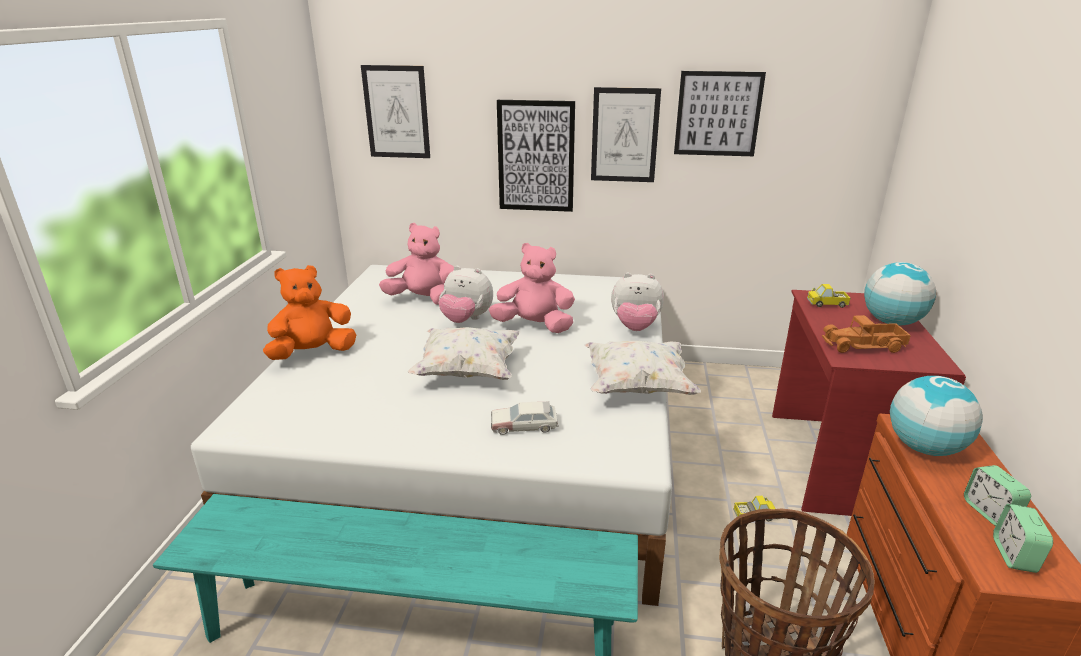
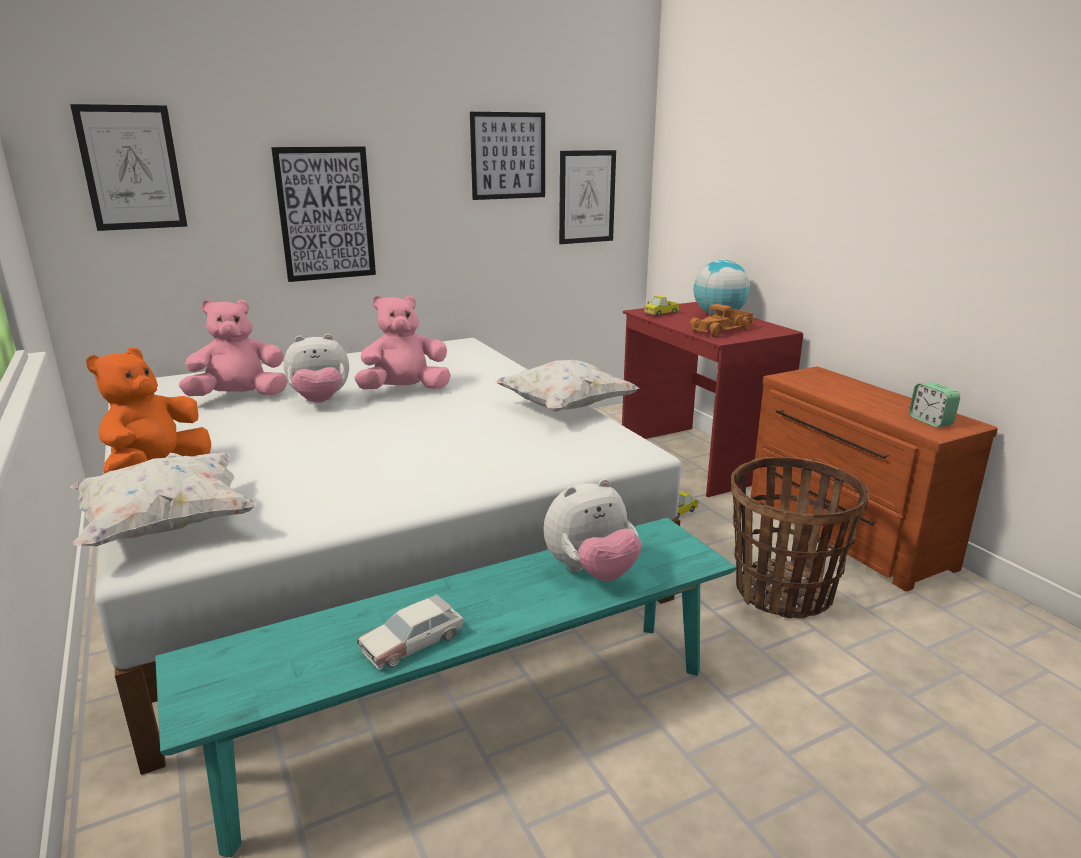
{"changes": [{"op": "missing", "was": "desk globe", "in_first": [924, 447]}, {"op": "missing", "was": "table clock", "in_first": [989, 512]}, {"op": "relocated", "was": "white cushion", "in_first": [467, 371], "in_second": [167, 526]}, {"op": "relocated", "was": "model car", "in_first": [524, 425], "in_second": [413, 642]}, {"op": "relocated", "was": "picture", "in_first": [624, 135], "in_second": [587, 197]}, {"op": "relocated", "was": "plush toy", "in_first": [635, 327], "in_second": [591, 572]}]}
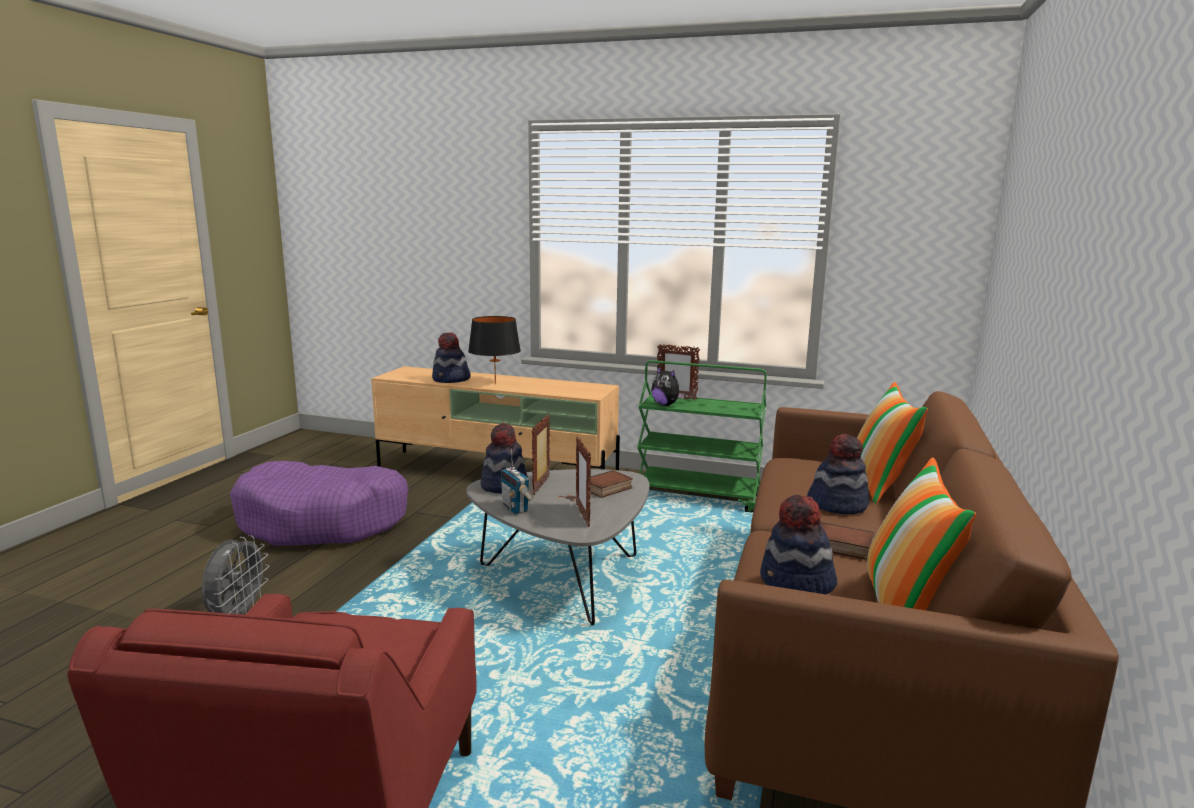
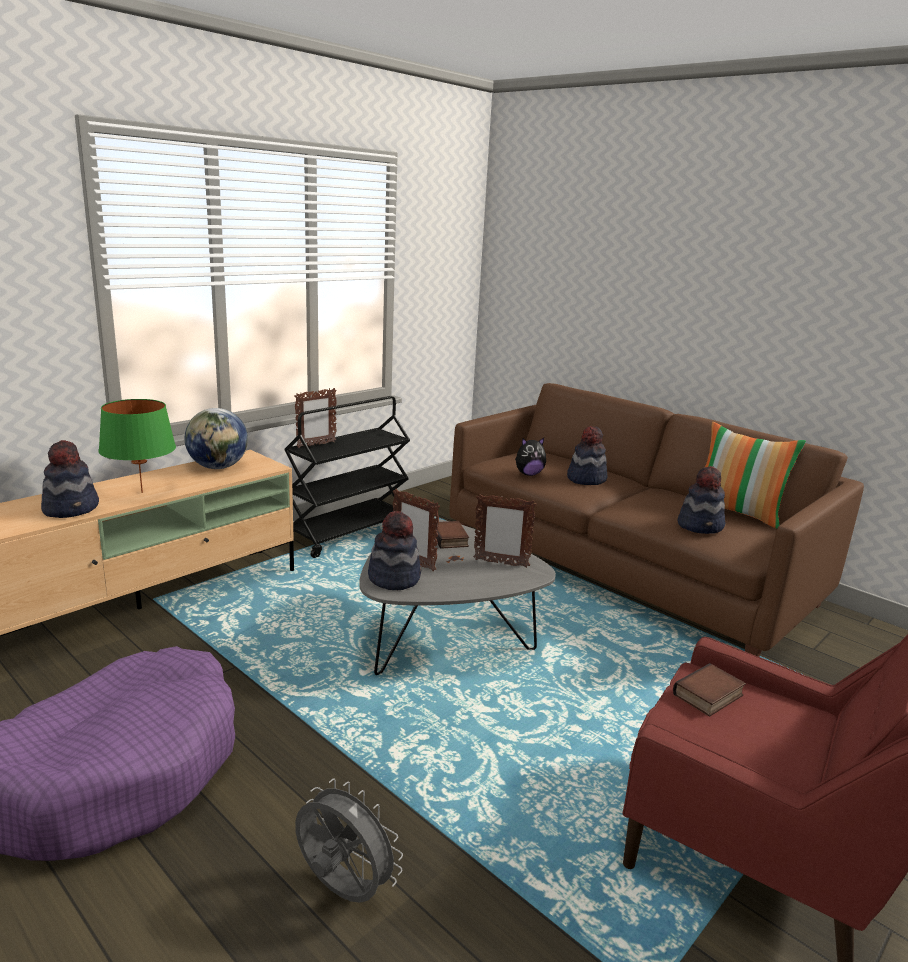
{"changes": [{"op": "missing", "was": "radio", "in_first": [515, 508]}, {"op": "missing", "was": "cushion", "in_first": [879, 485]}, {"op": "appeared", "now": "desk globe", "in_second": [218, 467]}, {"op": "relocated", "was": "plush toy", "in_first": [666, 405], "in_second": [528, 474]}, {"op": "relocated", "was": "book", "in_first": [842, 547], "in_second": [709, 696]}, {"op": "colour", "was": "blackish lamp for a table", "now": "greenish lamp for a table", "in_first": [495, 384], "in_second": [142, 492]}, {"op": "colour", "was": "greenish cart", "now": "blackish cart", "in_first": [698, 496], "in_second": [348, 533]}]}
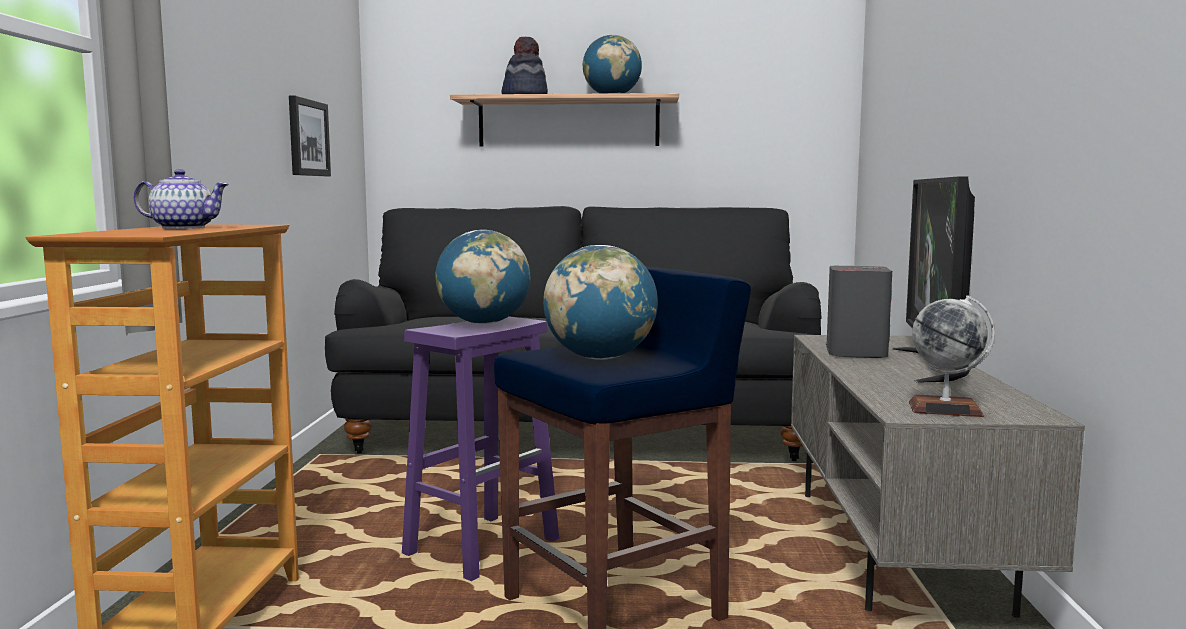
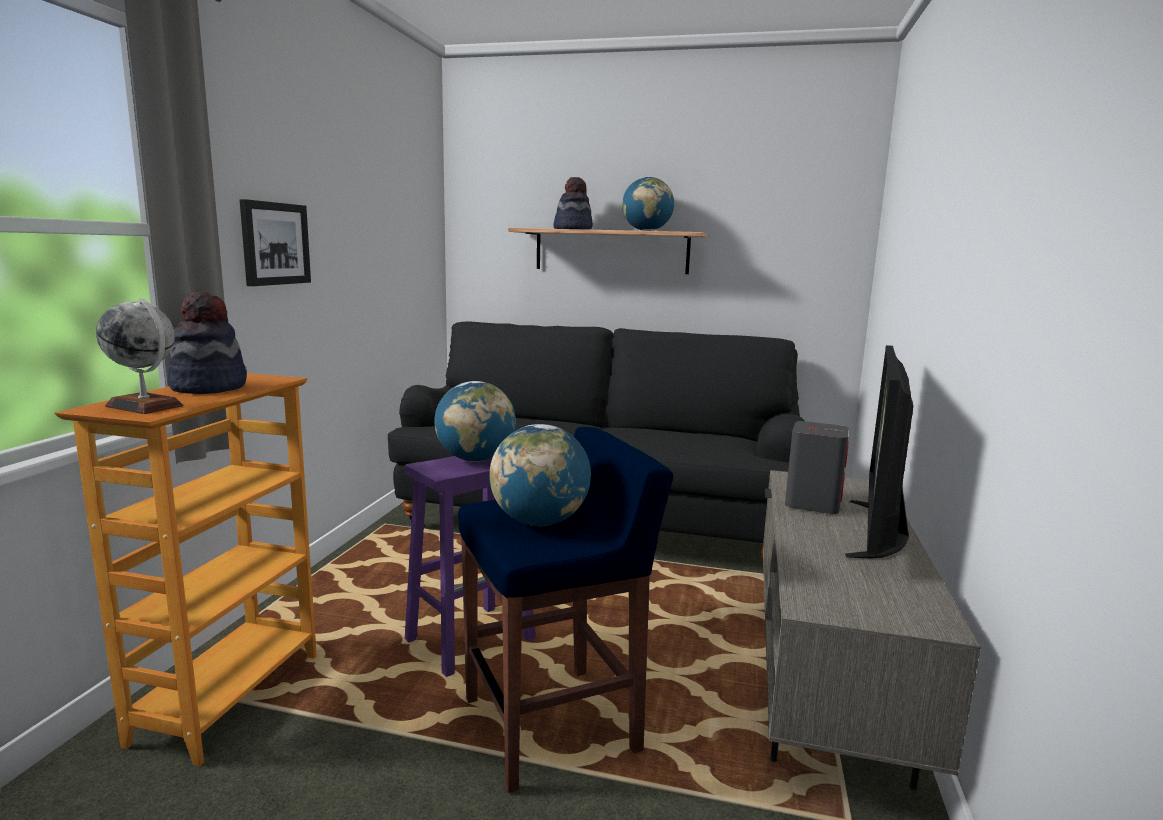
{"changes": [{"op": "relocated", "was": "picture", "in_first": [307, 138], "in_second": [274, 243]}, {"op": "relocated", "was": "desk globe", "in_first": [945, 409], "in_second": [145, 406]}, {"op": "exchanged", "was": "pot for tea", "now": "clothing hat", "in_first": [183, 227], "in_second": [209, 387]}]}
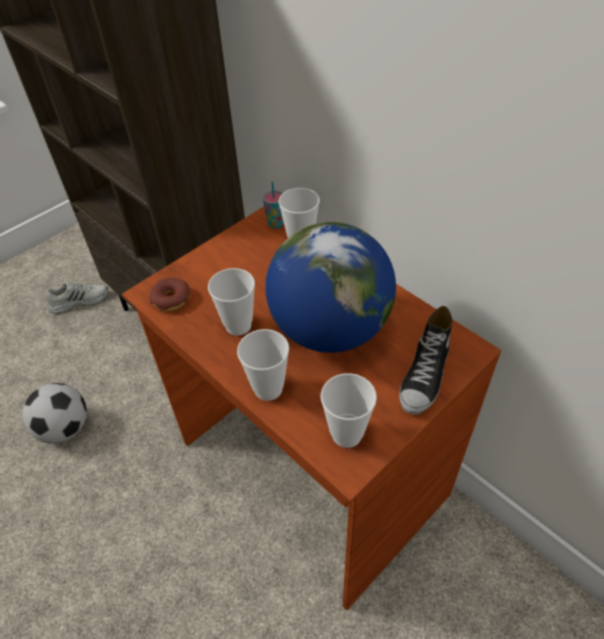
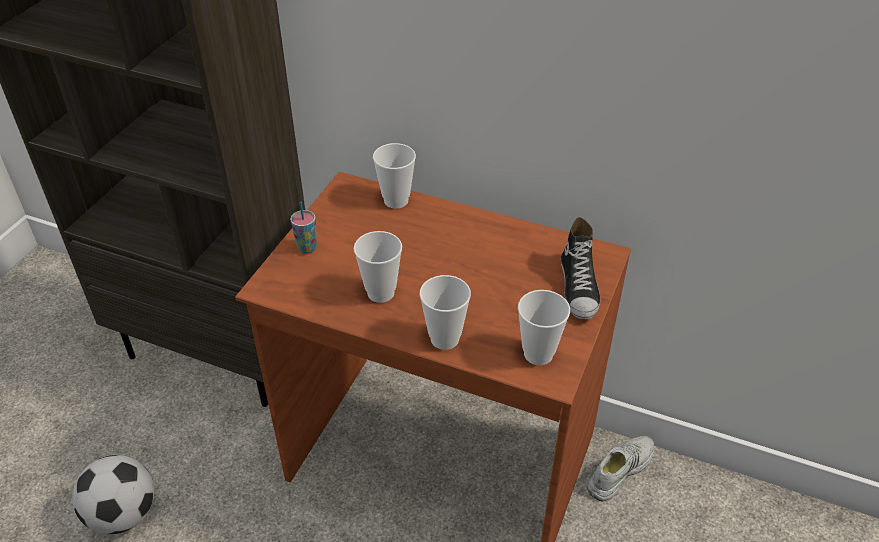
{"changes": [{"op": "missing", "was": "donut", "in_first": [171, 299]}, {"op": "missing", "was": "desk globe", "in_first": [330, 329]}, {"op": "relocated", "was": "white low shoe", "in_first": [80, 301], "in_second": [619, 470]}, {"op": "relocated", "was": "cup", "in_first": [275, 224], "in_second": [307, 248]}]}
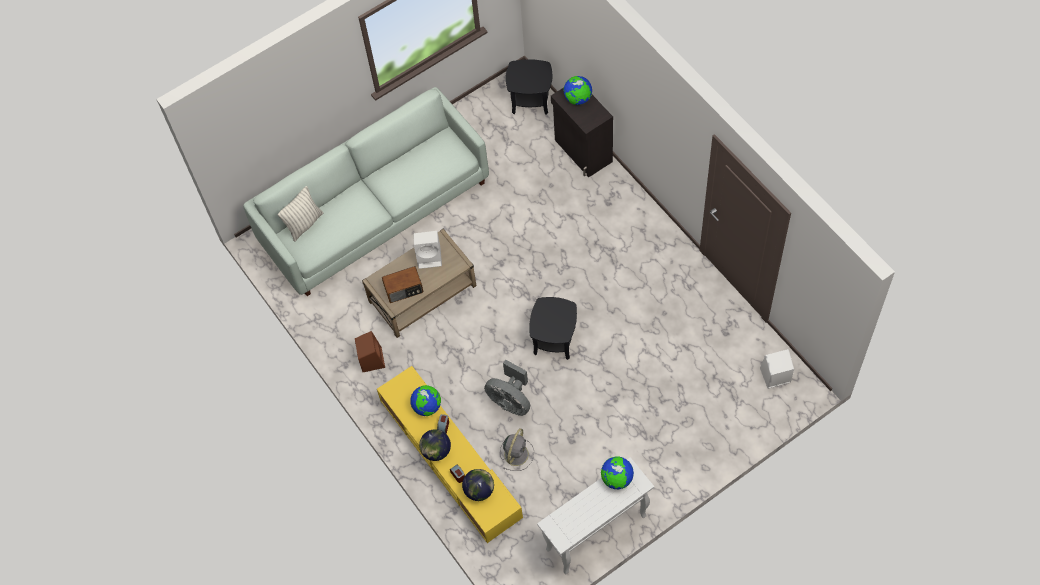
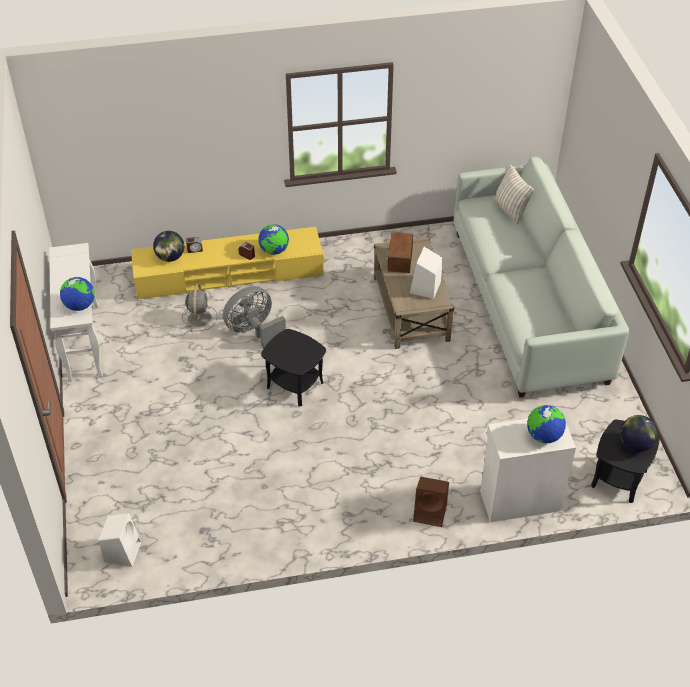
{"changes": [{"op": "relocated", "was": "brown loudspeaker", "in_first": [371, 359], "in_second": [431, 512]}, {"op": "relocated", "was": "desk globe", "in_first": [436, 451], "in_second": [635, 445]}, {"op": "colour", "was": "blackish cabinet", "now": "white cabinet", "in_first": [583, 151], "in_second": [519, 499]}, {"op": "spun", "was": "greyish cooling fan", "in_first": [516, 453], "in_second": [199, 317], "clockwise": -135}]}
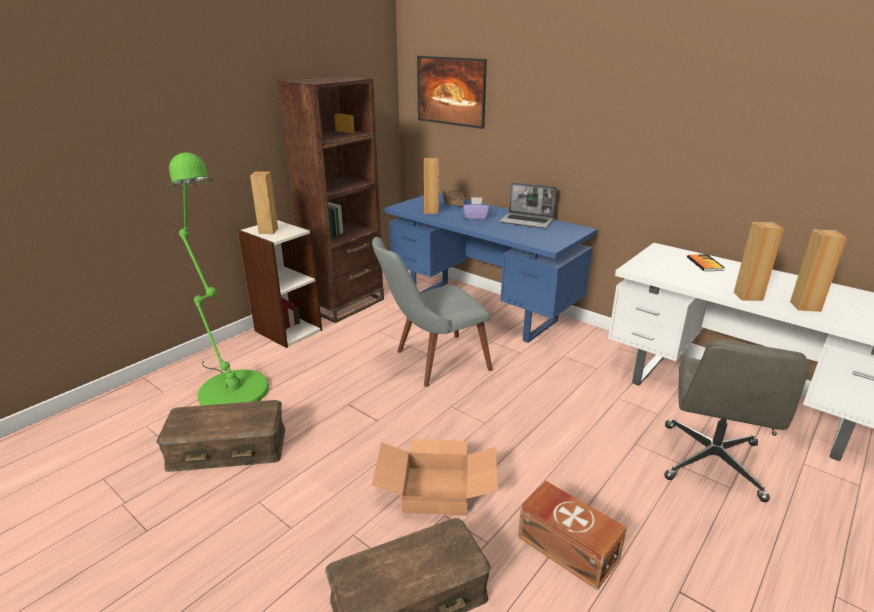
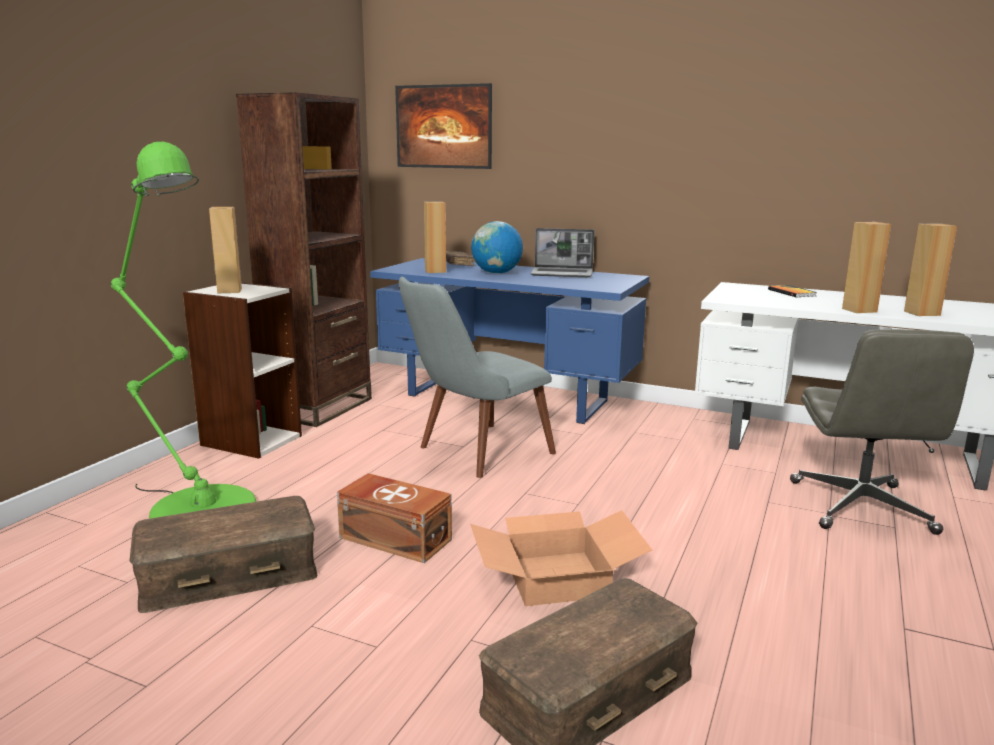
{"changes": [{"op": "relocated", "was": "brown storage box", "in_first": [567, 546], "in_second": [395, 537]}, {"op": "exchanged", "was": "purple tissue holder", "now": "desk globe", "in_first": [476, 217], "in_second": [496, 273]}]}
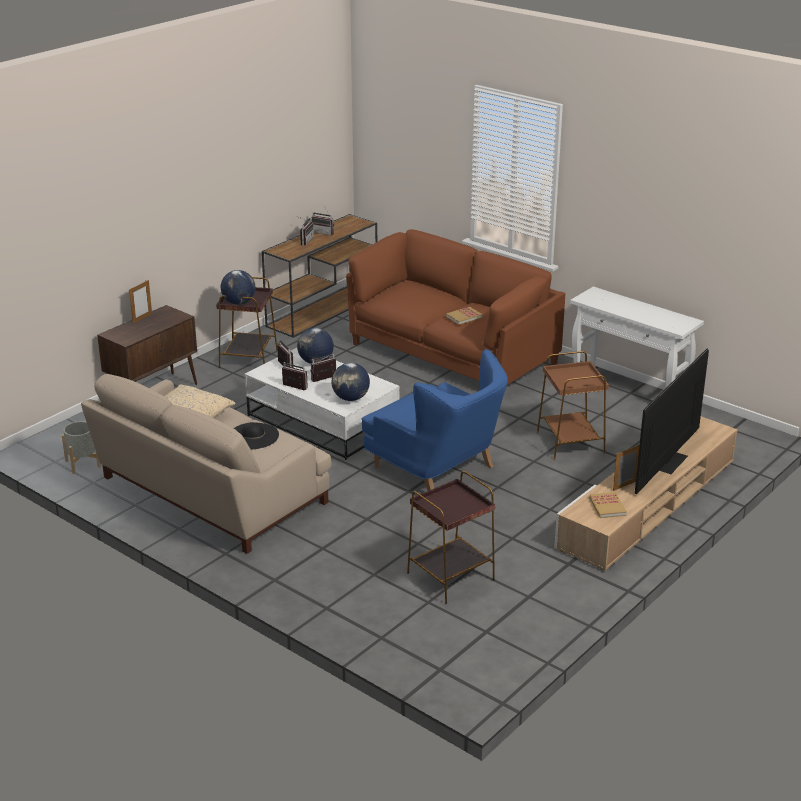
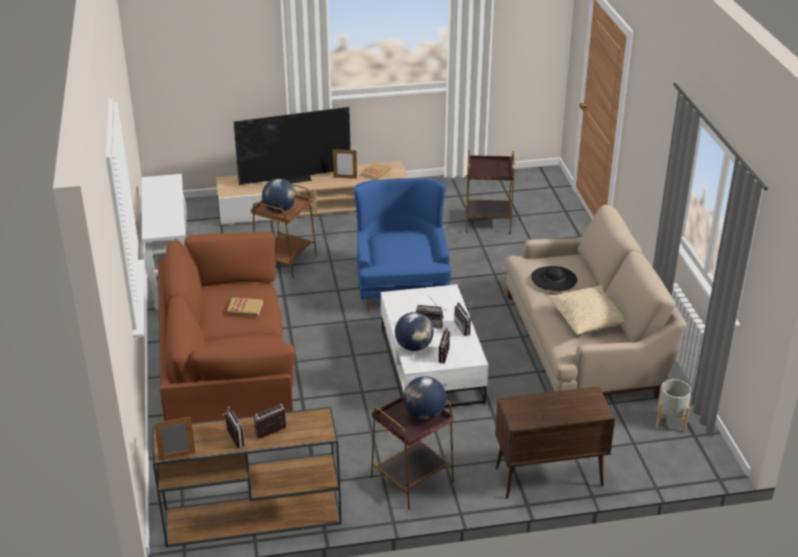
{"changes": [{"op": "relocated", "was": "standing frame", "in_first": [142, 318], "in_second": [177, 456]}, {"op": "relocated", "was": "desk globe", "in_first": [351, 398], "in_second": [279, 210]}]}
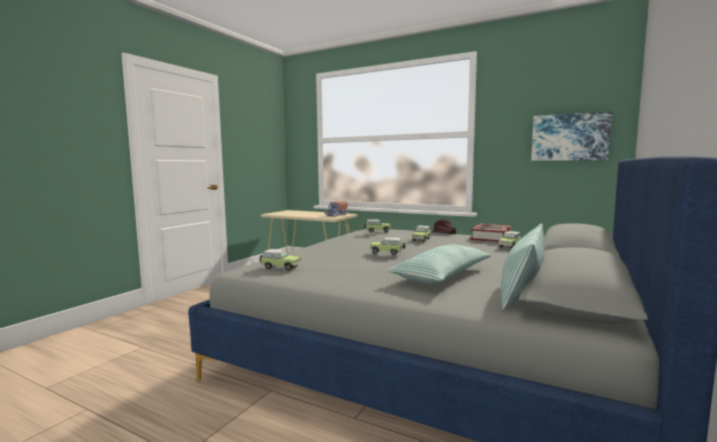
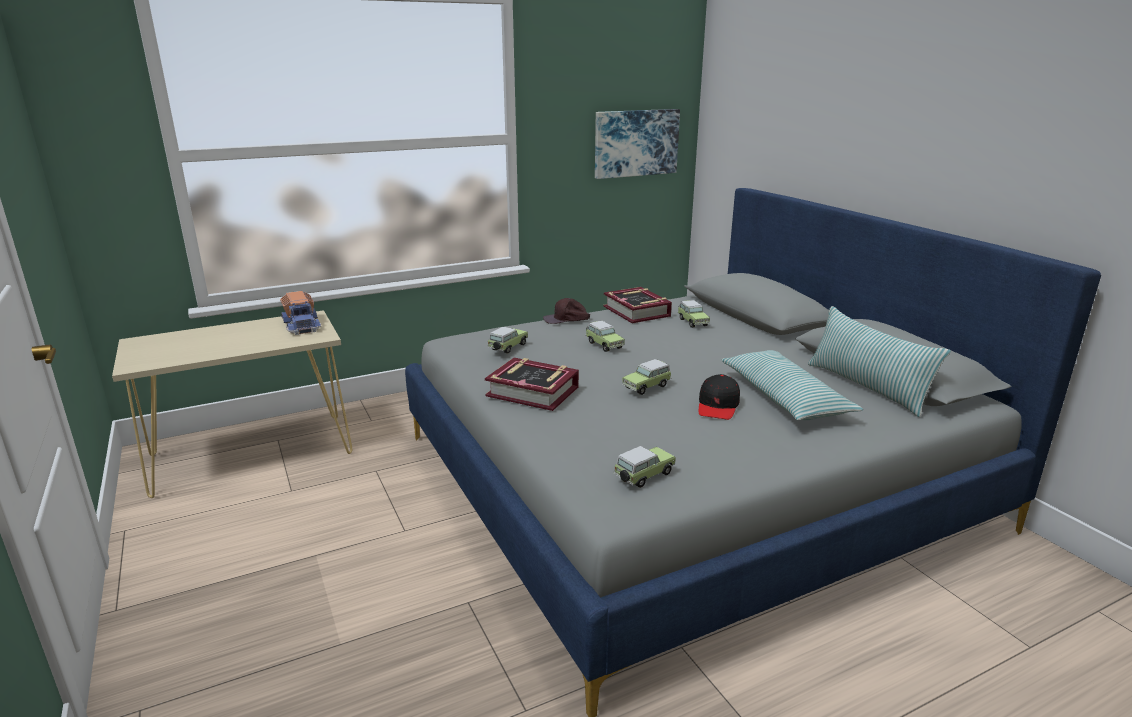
{"changes": [{"op": "appeared", "now": "book", "in_second": [533, 391]}, {"op": "appeared", "now": "blackish cap", "in_second": [718, 406]}]}
